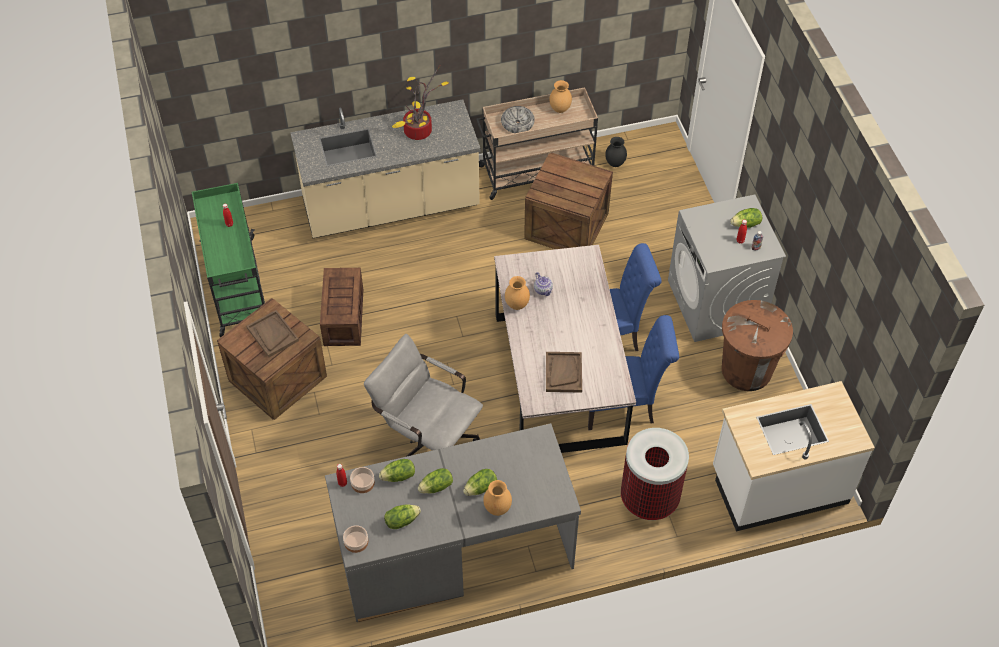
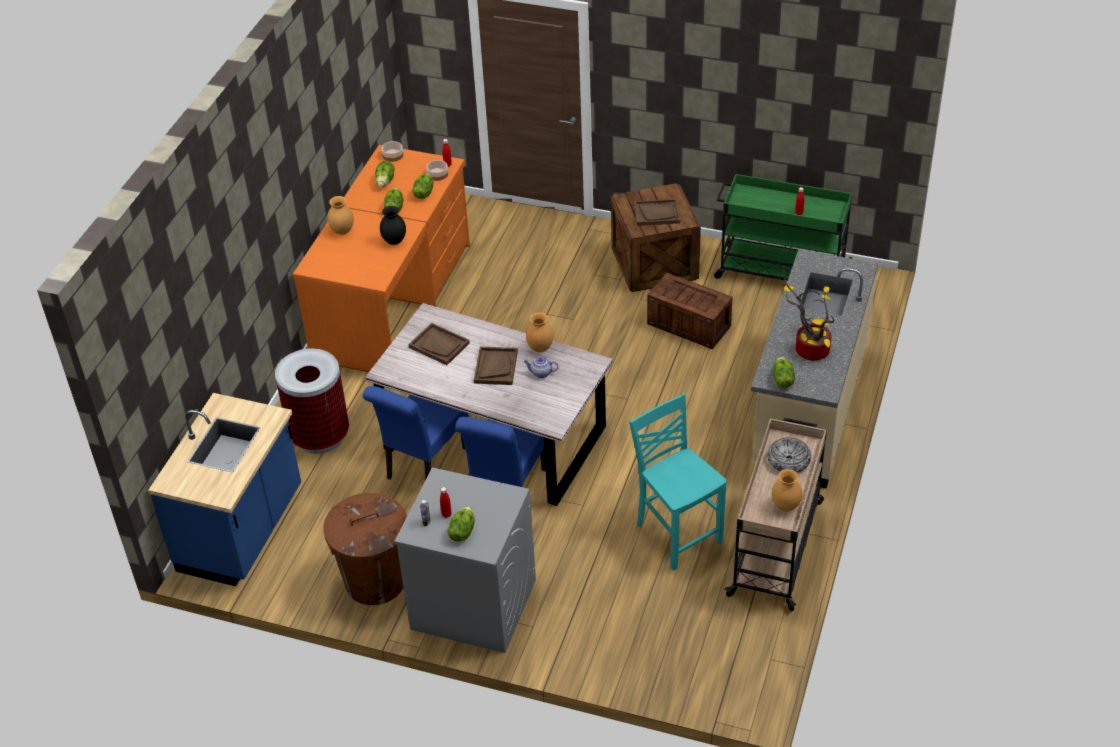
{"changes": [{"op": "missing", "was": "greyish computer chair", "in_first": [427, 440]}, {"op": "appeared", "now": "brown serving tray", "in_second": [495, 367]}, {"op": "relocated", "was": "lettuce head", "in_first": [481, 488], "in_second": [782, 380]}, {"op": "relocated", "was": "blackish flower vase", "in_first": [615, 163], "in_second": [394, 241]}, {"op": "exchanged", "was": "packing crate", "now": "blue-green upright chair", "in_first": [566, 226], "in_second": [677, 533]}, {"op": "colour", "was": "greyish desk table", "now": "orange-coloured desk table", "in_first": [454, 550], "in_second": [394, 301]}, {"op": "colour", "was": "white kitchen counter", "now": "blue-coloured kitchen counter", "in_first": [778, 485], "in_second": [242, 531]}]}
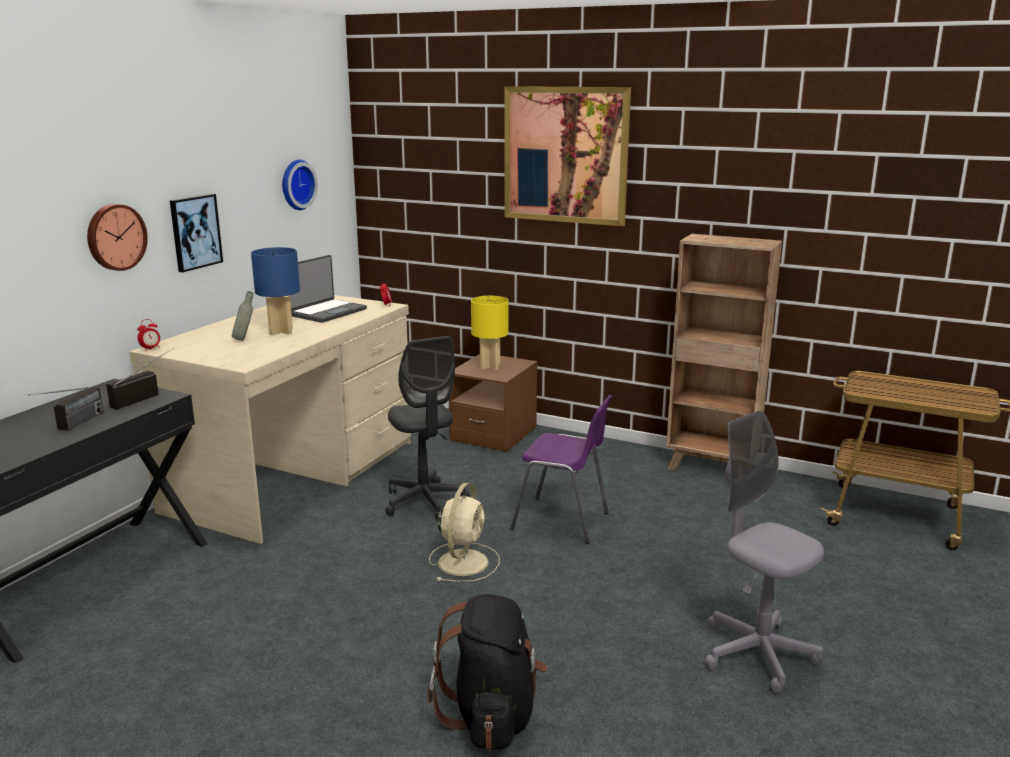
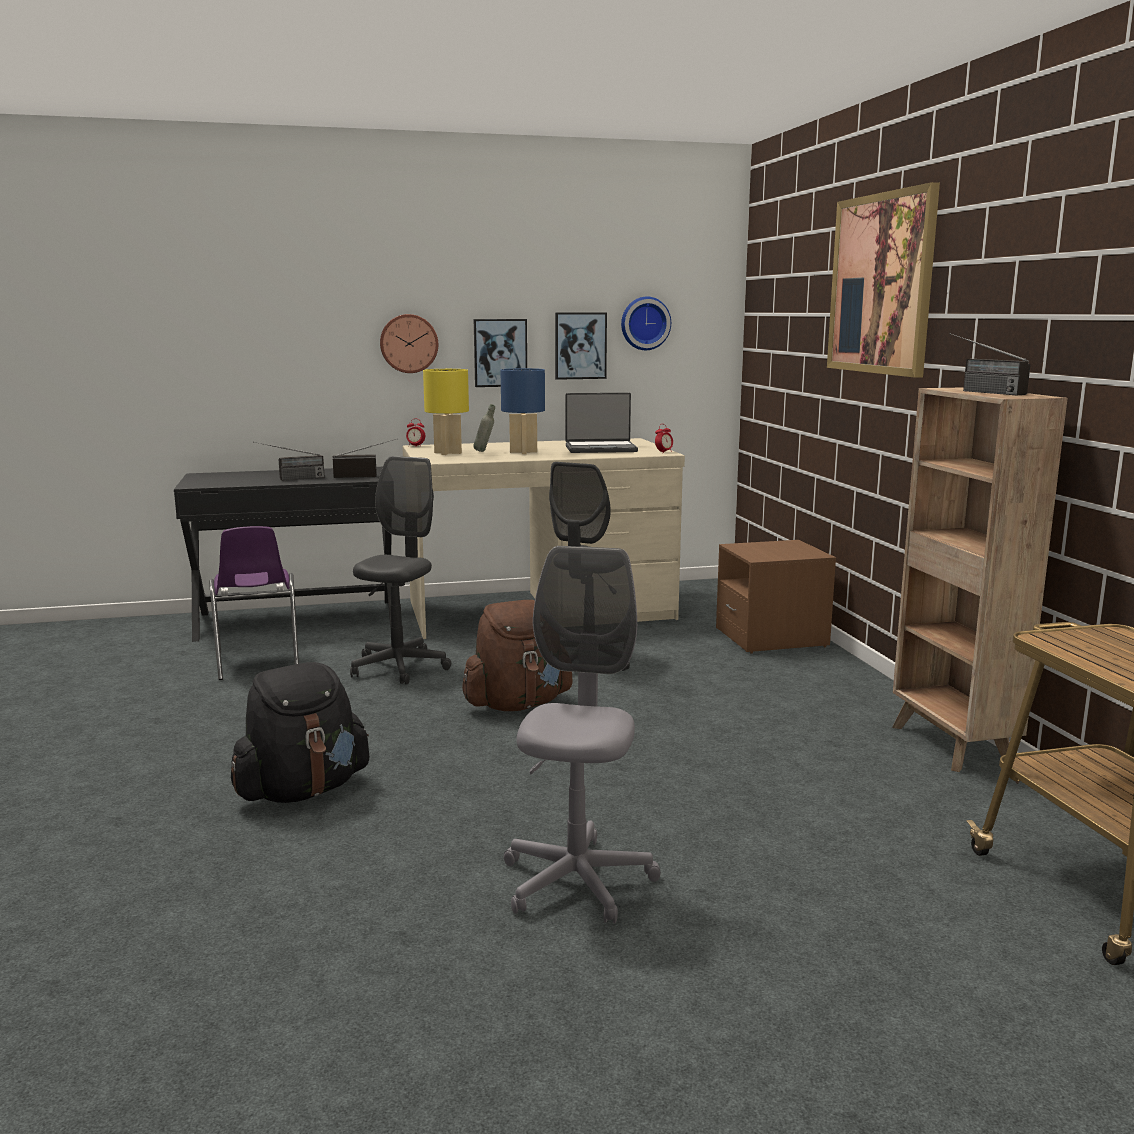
{"changes": [{"op": "appeared", "now": "greyish computer chair", "in_second": [399, 667]}, {"op": "appeared", "now": "picture", "in_second": [580, 345]}, {"op": "appeared", "now": "radio", "in_second": [978, 391]}, {"op": "relocated", "was": "yellowish lamp for a table", "in_first": [489, 367], "in_second": [447, 453]}, {"op": "relocated", "was": "purple upright chair", "in_first": [563, 521], "in_second": [257, 663]}, {"op": "exchanged", "was": "beige cooling fan", "now": "brown backpack", "in_first": [464, 561], "in_second": [517, 704]}]}
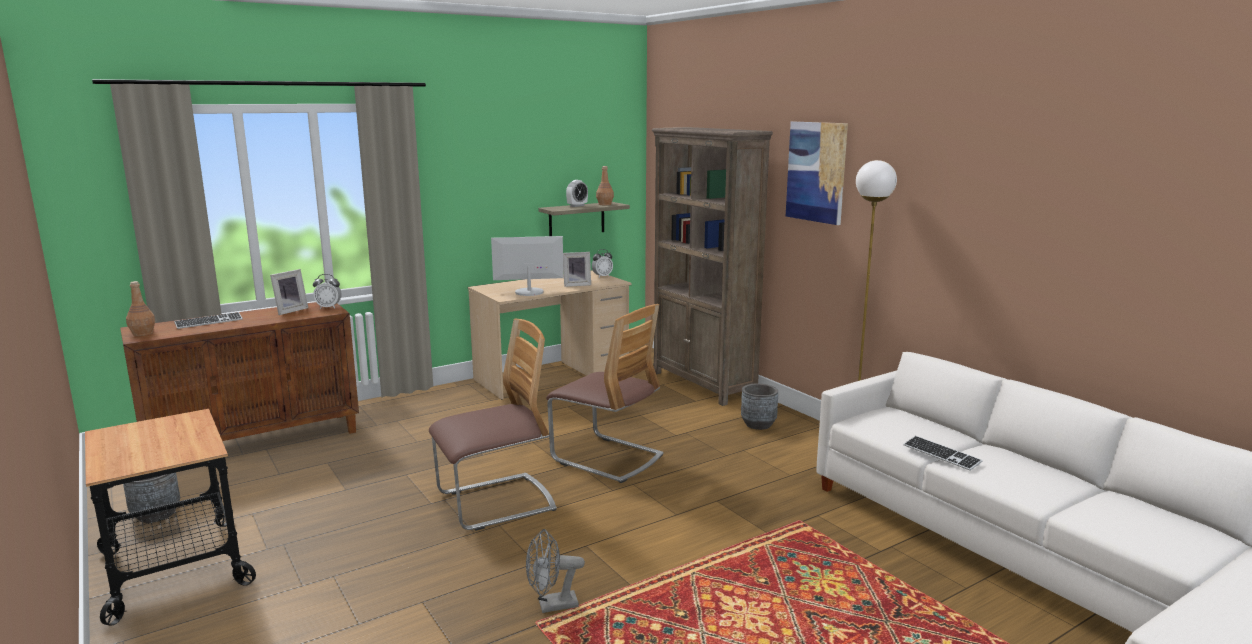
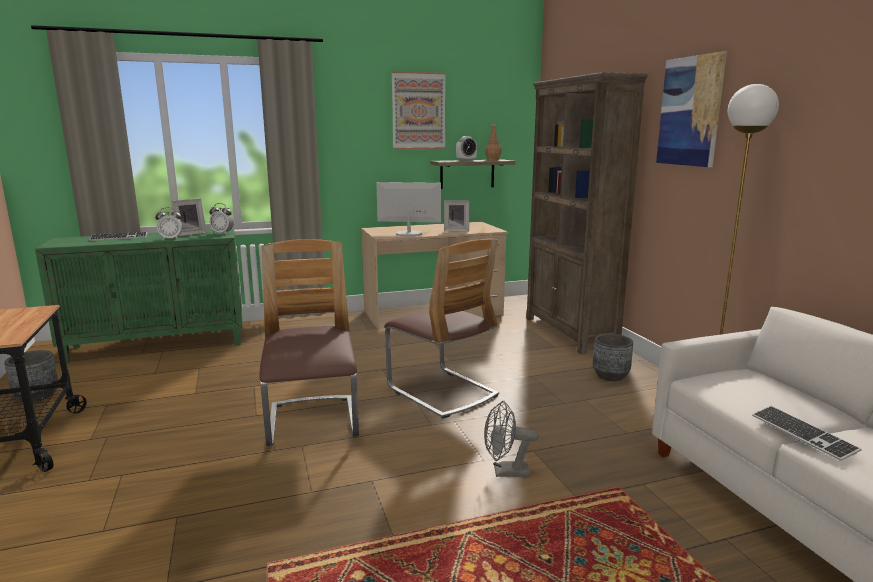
{"changes": [{"op": "missing", "was": "brown beverage bottle", "in_first": [142, 333]}, {"op": "appeared", "now": "picture", "in_second": [418, 111]}, {"op": "relocated", "was": "greyish cooling fan", "in_first": [551, 606], "in_second": [505, 472]}, {"op": "relocated", "was": "table clock", "in_first": [602, 276], "in_second": [171, 239]}, {"op": "colour", "was": "brown cabinet", "now": "greenish cabinet", "in_first": [256, 442], "in_second": [159, 345]}, {"op": "spun", "was": "upright chair", "in_first": [496, 503], "in_second": [313, 423], "clockwise": -90}]}
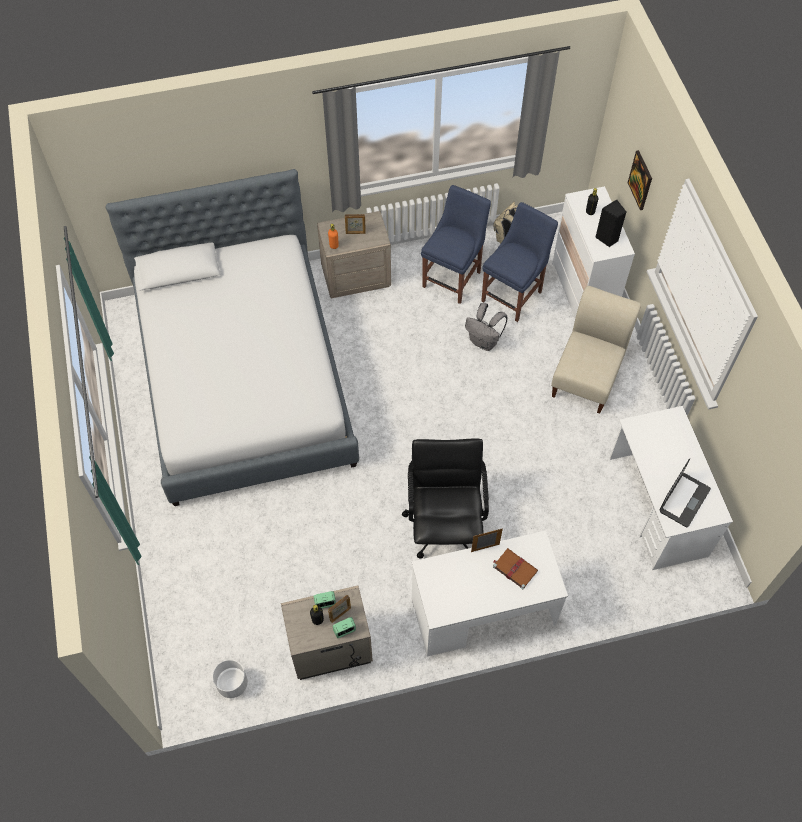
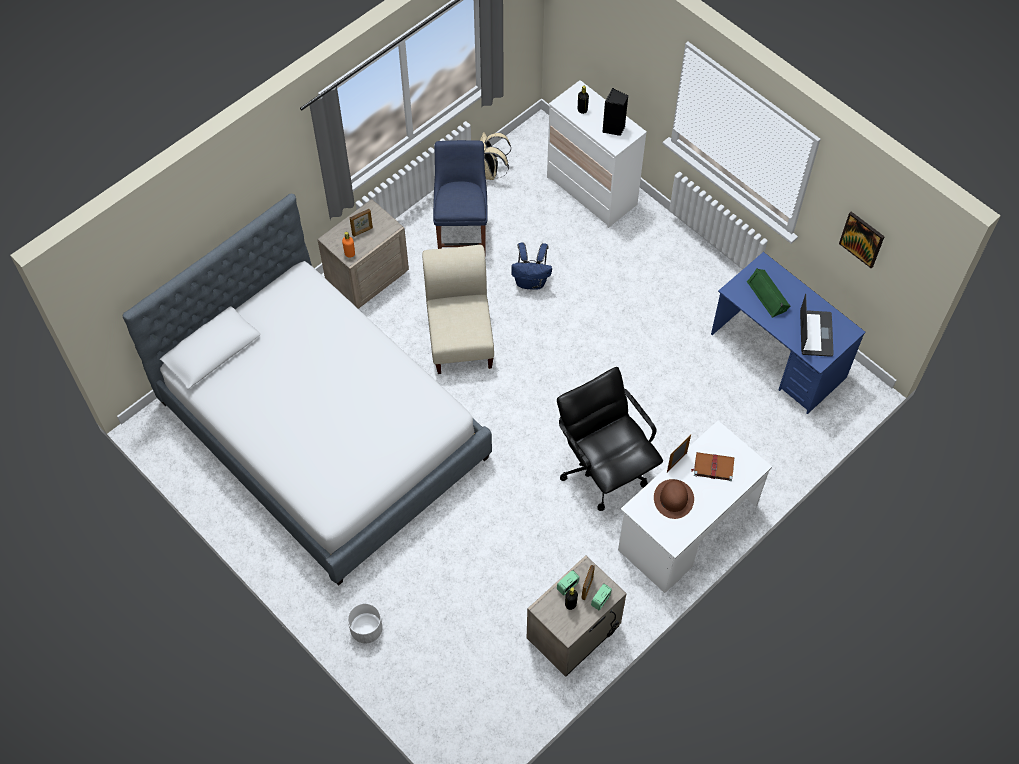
{"changes": [{"op": "missing", "was": "blue-coloured upright chair", "in_first": [513, 294]}, {"op": "appeared", "now": "brown clothing hat", "in_second": [673, 498]}, {"op": "appeared", "now": "greenish loudspeaker", "in_second": [768, 295]}, {"op": "relocated", "was": "white plant pot", "in_first": [232, 683], "in_second": [366, 629]}, {"op": "relocated", "was": "beige upright chair", "in_first": [587, 375], "in_second": [460, 337]}, {"op": "relocated", "was": "picture", "in_first": [640, 180], "in_second": [862, 239]}, {"op": "colour", "was": "greyish backpack", "now": "blue-coloured backpack", "in_first": [484, 342], "in_second": [531, 281]}, {"op": "colour", "was": "white desk table", "now": "blue-coloured desk table", "in_first": [657, 507], "in_second": [778, 356]}]}
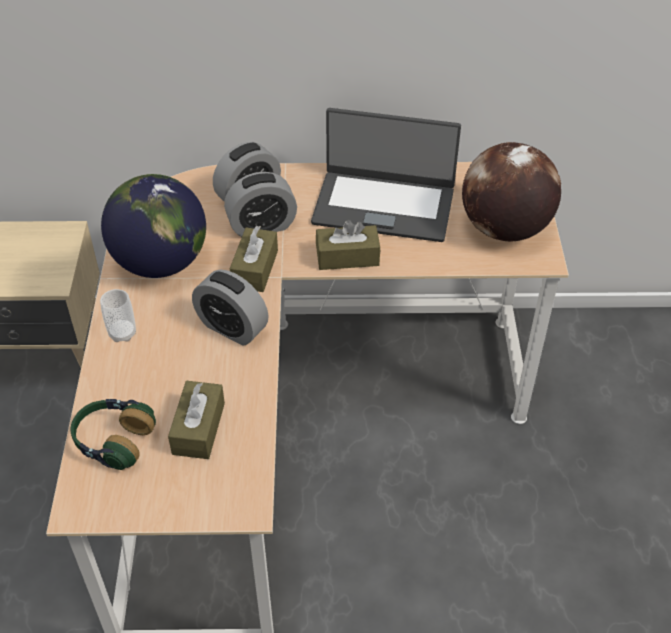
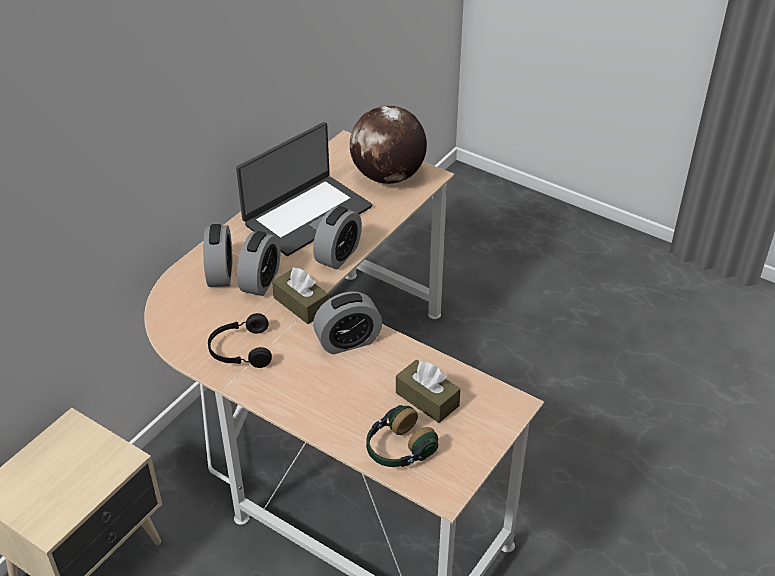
{"changes": [{"op": "missing", "was": "cup", "in_first": [122, 333]}, {"op": "exchanged", "was": "desk globe", "now": "blackish headset", "in_first": [161, 262], "in_second": [240, 350]}, {"op": "exchanged", "was": "brown tissue holder", "now": "table clock", "in_first": [347, 257], "in_second": [338, 255]}]}
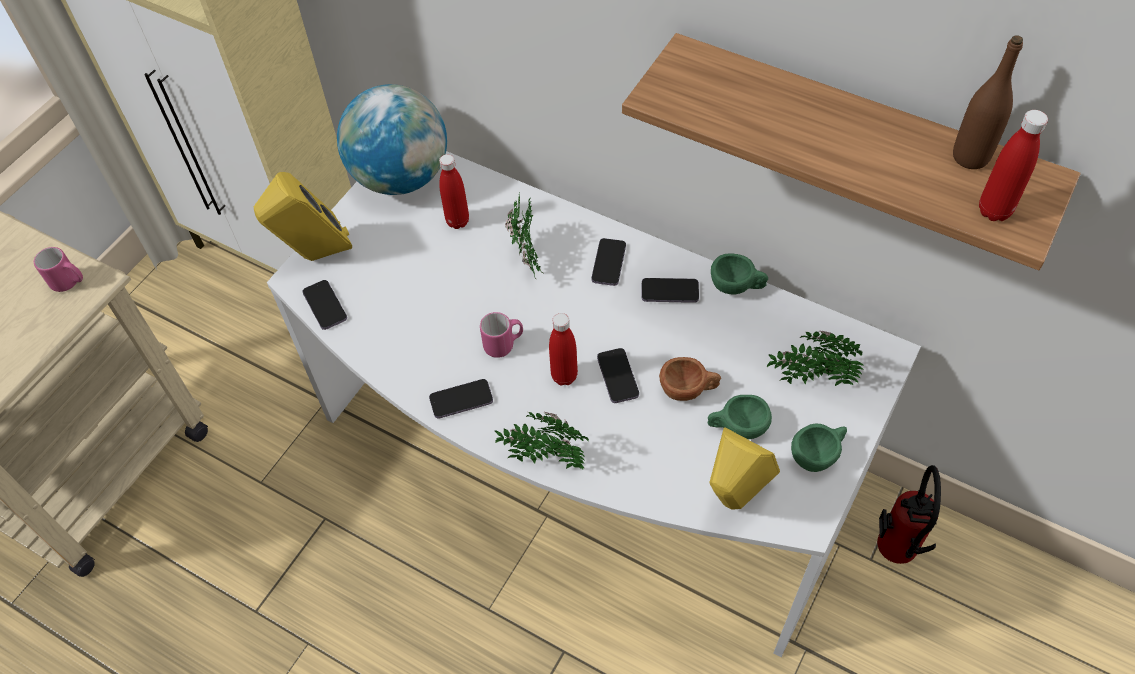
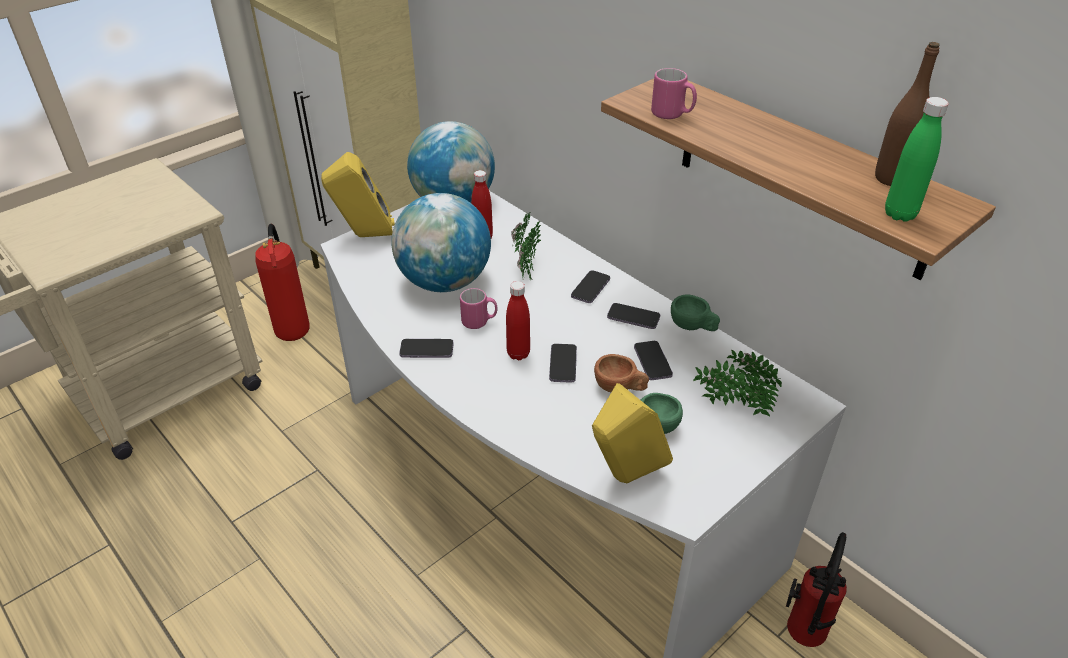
{"changes": [{"op": "missing", "was": "potted plant", "in_first": [544, 458]}, {"op": "missing", "was": "greenish cup", "in_first": [818, 455]}, {"op": "appeared", "now": "fire extinguisher", "in_second": [291, 318]}, {"op": "appeared", "now": "desk globe", "in_second": [444, 282]}, {"op": "relocated", "was": "pink tea mug", "in_first": [69, 282], "in_second": [672, 115]}, {"op": "relocated", "was": "handset", "in_first": [325, 306], "in_second": [652, 362]}, {"op": "colour", "was": "red beverage bottle", "now": "greenish beverage bottle", "in_first": [994, 211], "in_second": [899, 214]}]}
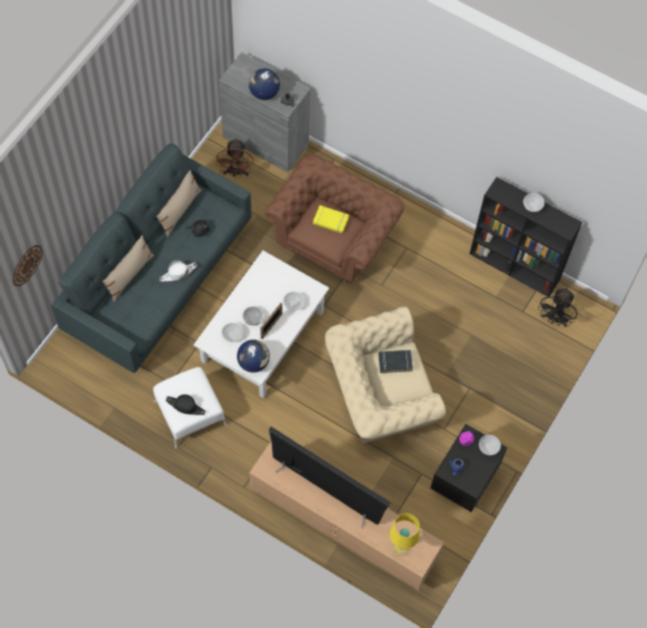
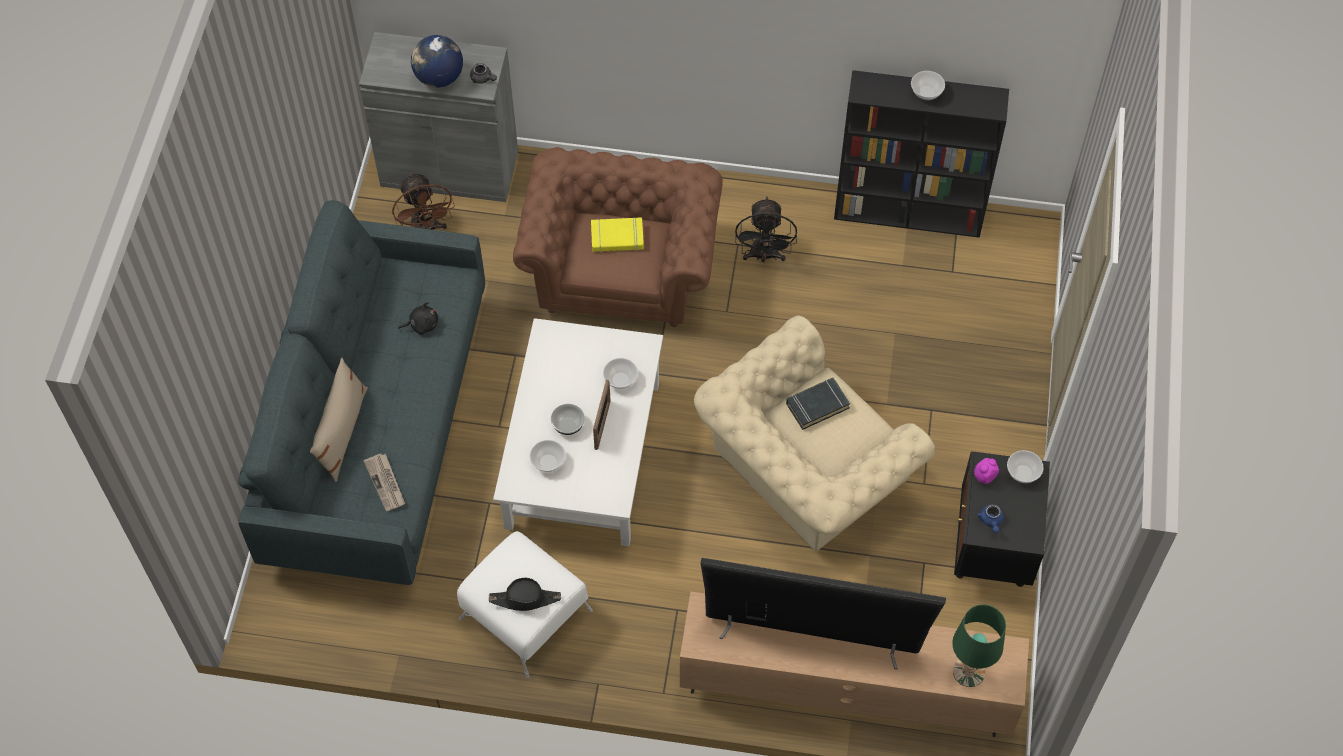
{"changes": [{"op": "missing", "was": "clock on the wall", "in_first": [26, 265]}, {"op": "missing", "was": "beige cushion", "in_first": [179, 210]}, {"op": "missing", "was": "white clothing hat", "in_first": [178, 273]}, {"op": "missing", "was": "desk globe", "in_first": [253, 362]}, {"op": "appeared", "now": "newspaper", "in_second": [386, 483]}, {"op": "relocated", "was": "blackish cooling fan", "in_first": [554, 319], "in_second": [764, 256]}, {"op": "colour", "was": "yellowish lamp for a table", "now": "greenish lamp for a table", "in_first": [401, 546], "in_second": [968, 672]}]}
